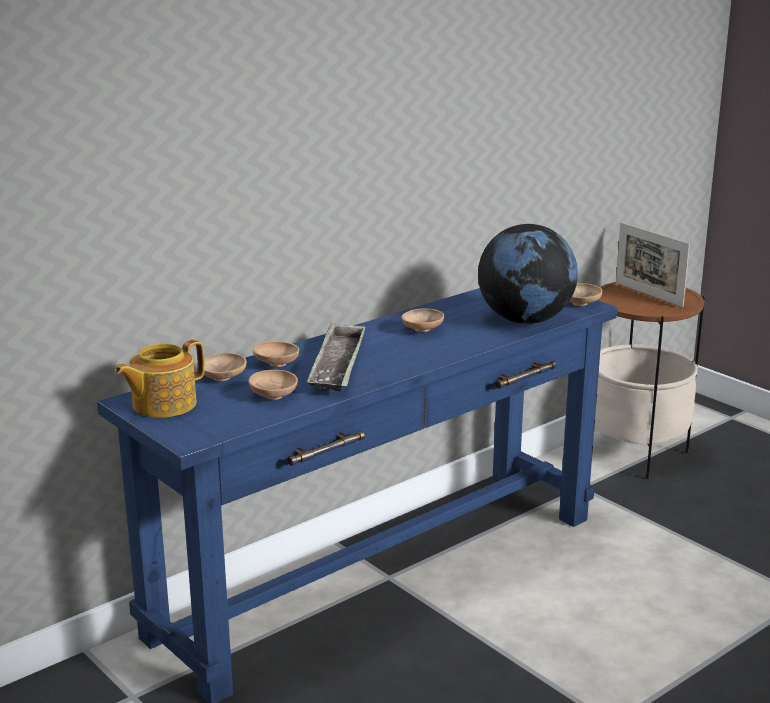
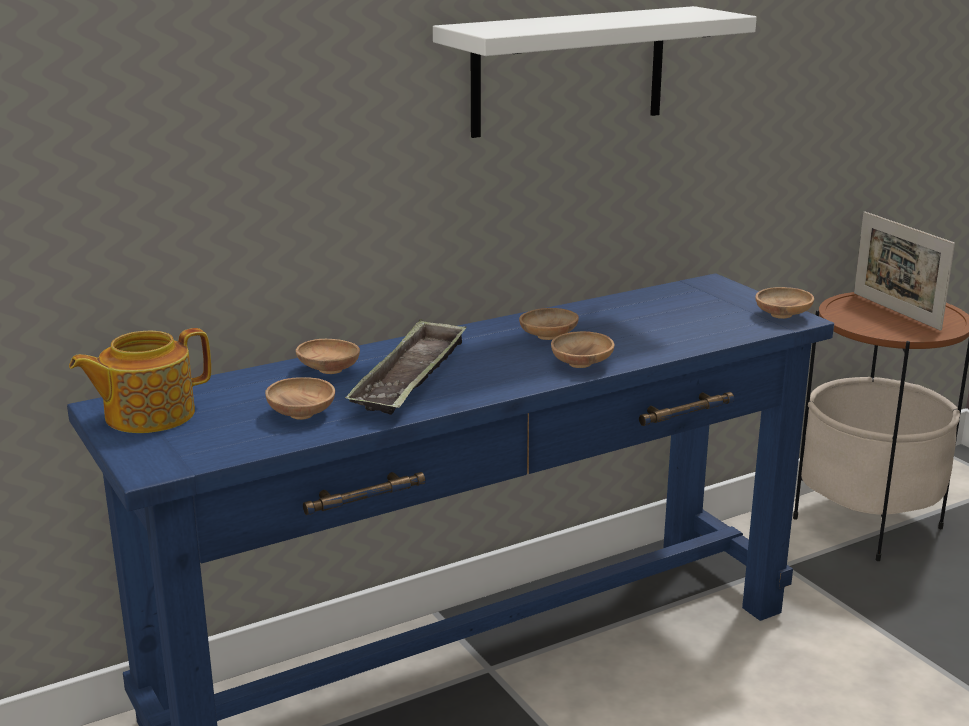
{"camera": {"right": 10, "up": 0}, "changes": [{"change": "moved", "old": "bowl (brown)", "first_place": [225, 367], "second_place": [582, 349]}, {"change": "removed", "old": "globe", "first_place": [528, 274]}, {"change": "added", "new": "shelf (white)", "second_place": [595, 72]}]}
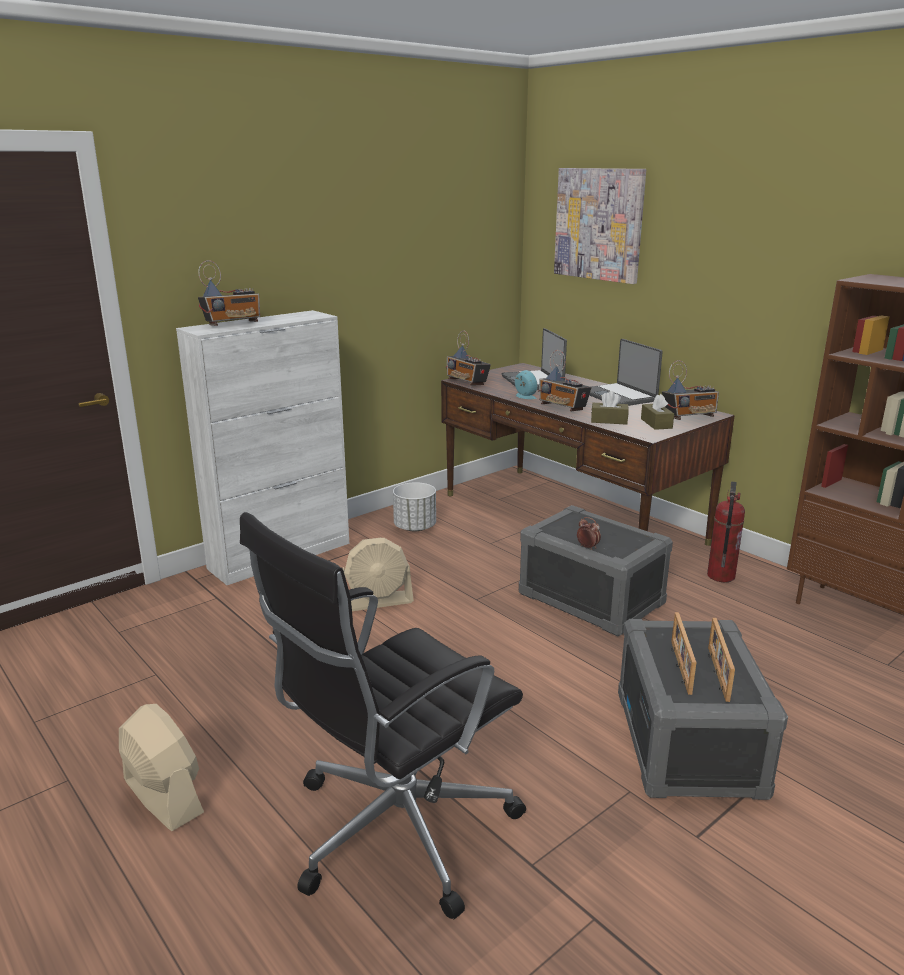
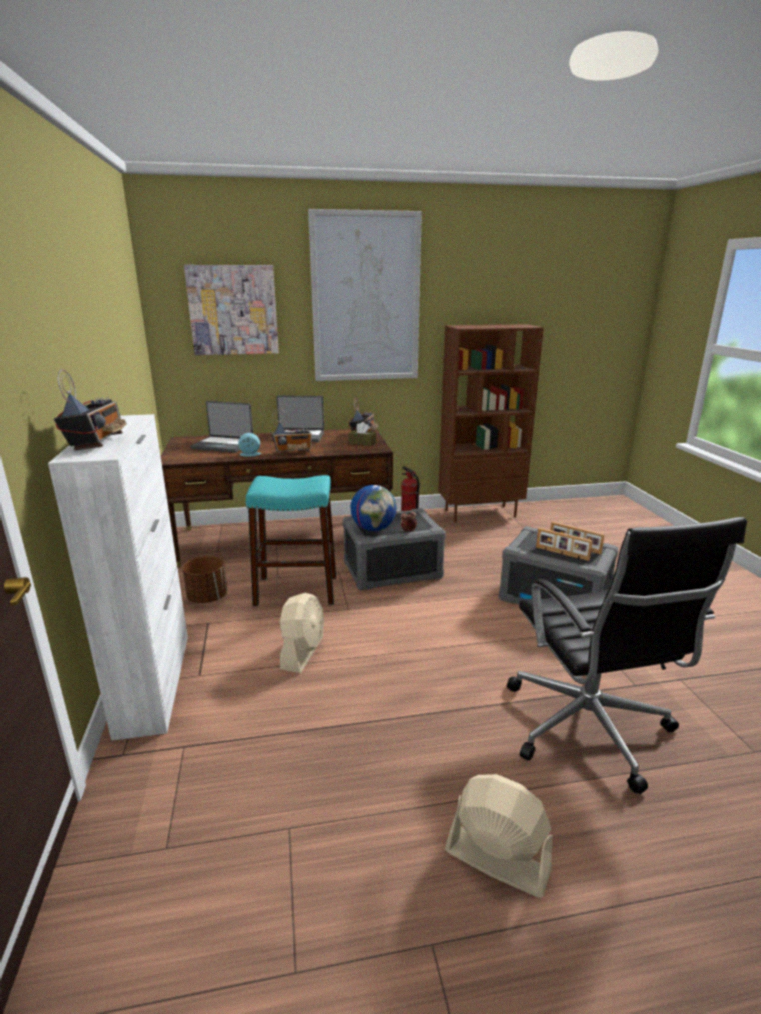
{"camera": {"right": -60, "up": 0}, "changes": [{"change": "turned", "old": "fan (beige)", "first_place": [161, 767], "second_place": [498, 836], "degrees": 45}, {"change": "recoloured", "old": "planter (white)", "new": "planter (brown)", "first_place": [414, 507], "second_place": [204, 579]}, {"change": "removed", "old": "radio", "first_place": [468, 358]}, {"change": "removed", "old": "tissue box (brown)", "first_place": [610, 408]}, {"change": "added", "new": "stool (turquoise)", "second_place": [291, 540]}, {"change": "added", "new": "picture", "second_place": [365, 295]}, {"change": "added", "new": "globe", "second_place": [373, 508]}]}
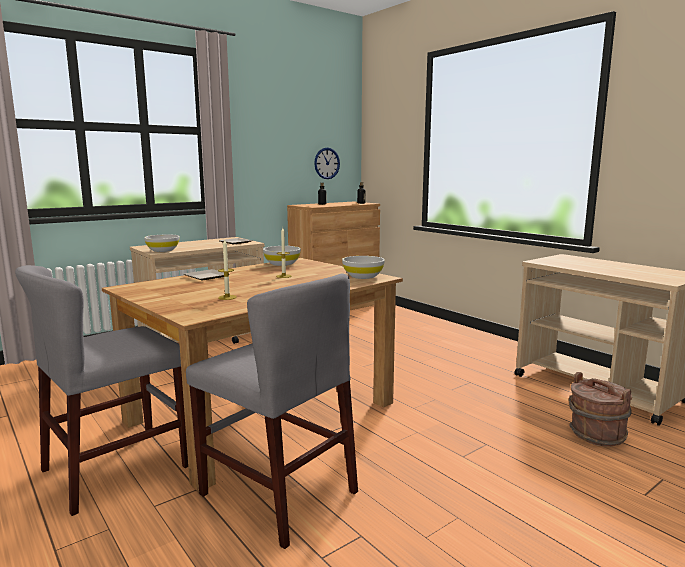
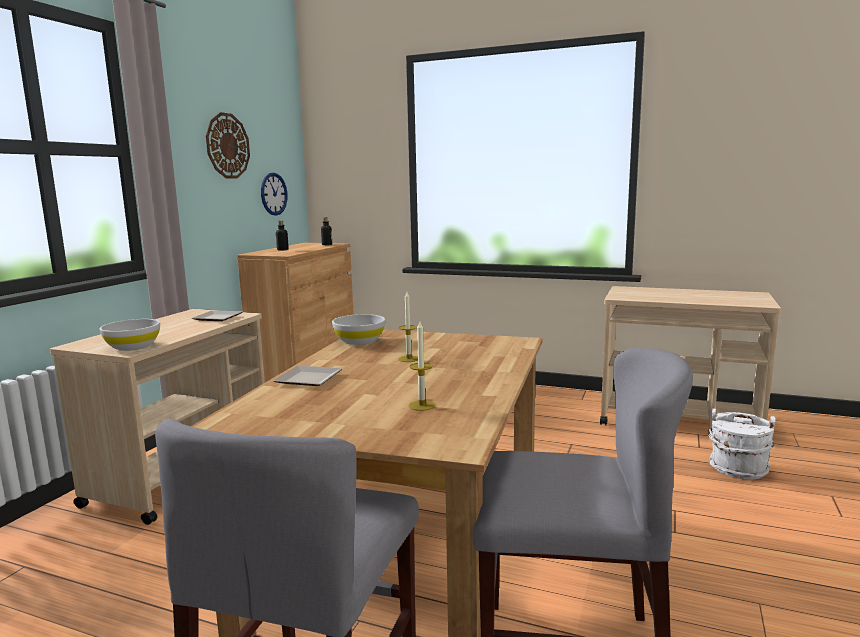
{"camera": {"right": -30, "up": 0}, "changes": [{"change": "removed", "old": "bowl (white)", "first_place": [363, 267]}, {"change": "recoloured", "old": "bucket (brown)", "new": "bucket (white)", "first_place": [600, 409], "second_place": [741, 444]}, {"change": "added", "new": "wall clock", "second_place": [228, 145]}]}
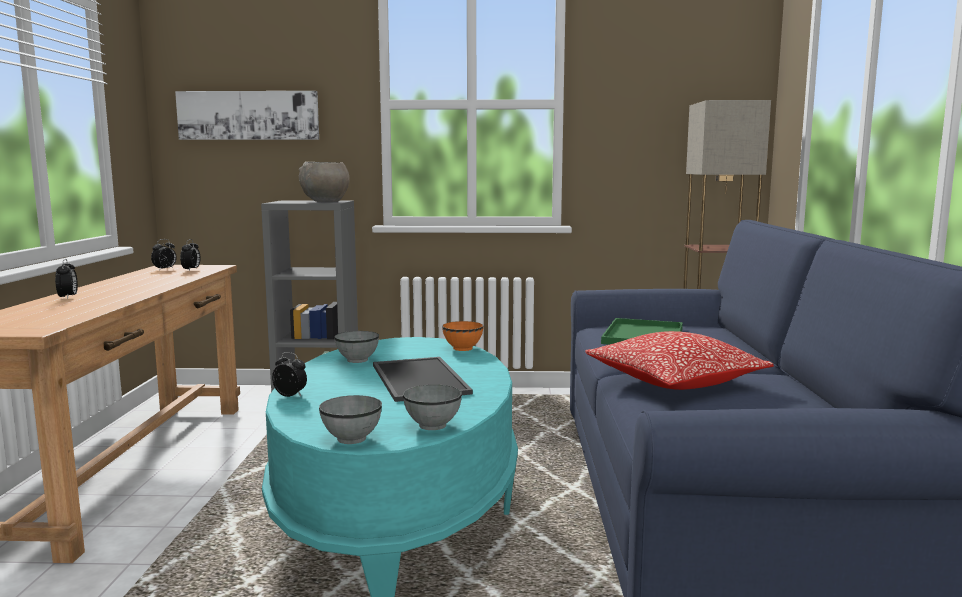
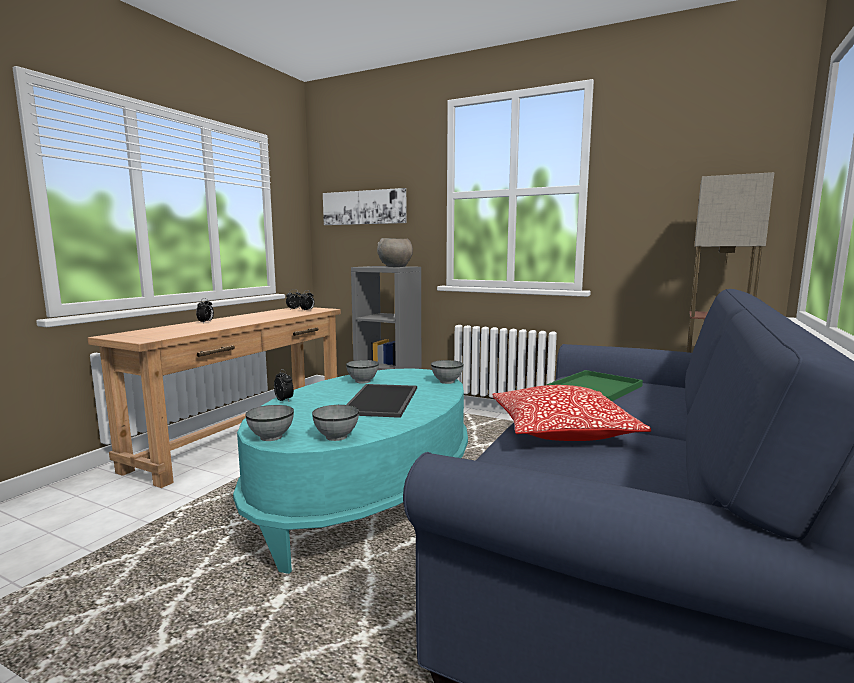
{"camera": {"right": 25, "up": 0}, "changes": [{"change": "recoloured", "old": "bowl (orange)", "new": "bowl (grey)", "first_place": [463, 336], "second_place": [447, 372]}]}
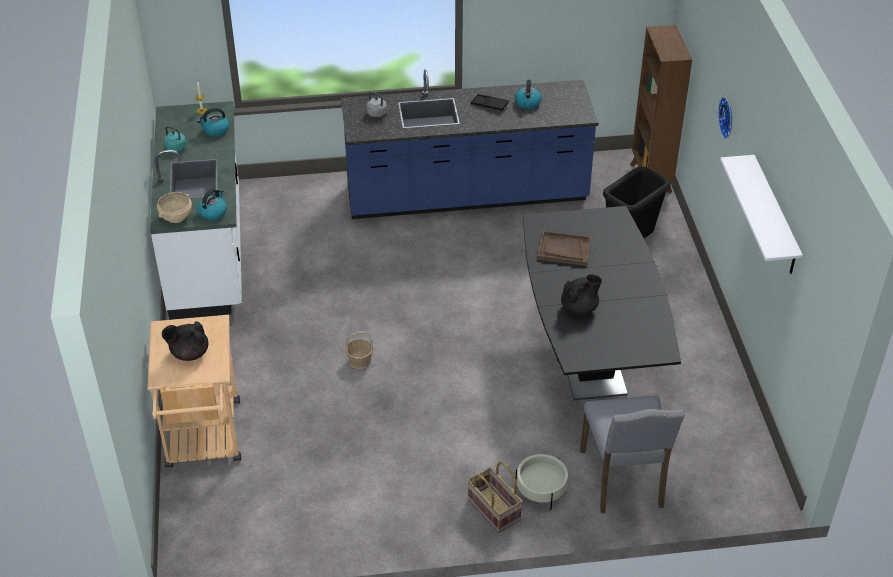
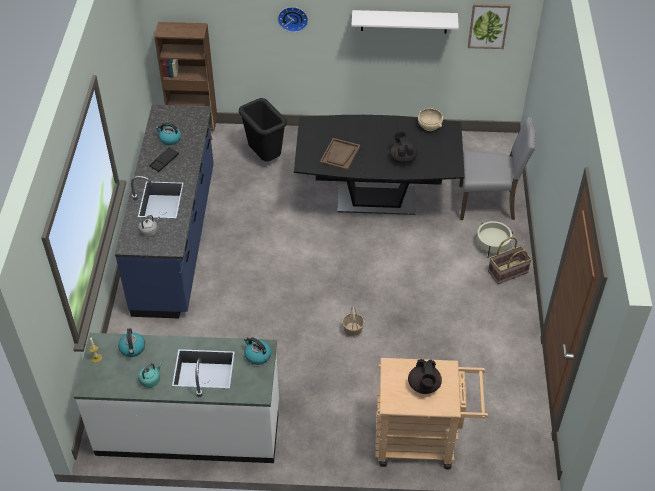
{"camera": {"right": -80, "up": 5}, "changes": [{"change": "moved", "old": "bowl (beige)", "first_place": [174, 207], "second_place": [430, 119]}, {"change": "added", "new": "picture", "second_place": [489, 26]}]}
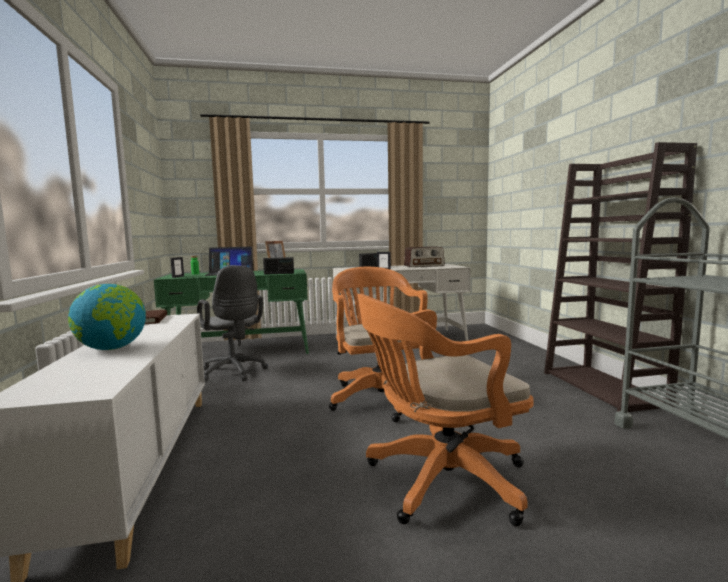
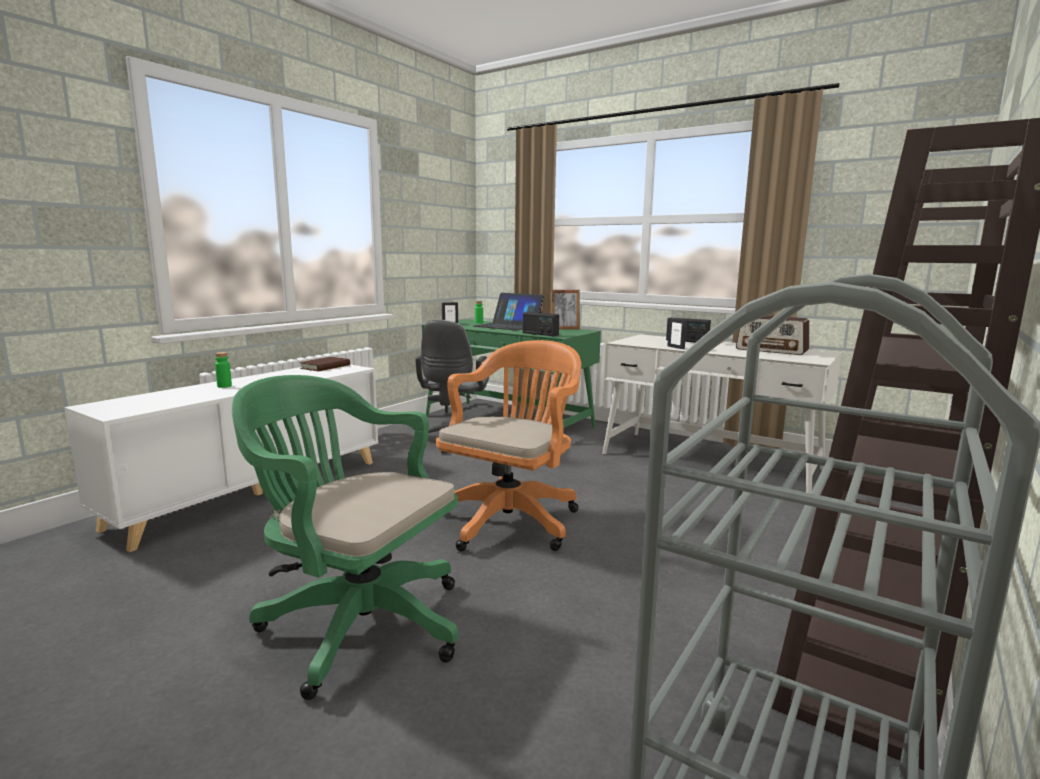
{"camera": {"right": 45, "up": 5}, "changes": [{"change": "replaced", "old": "globe", "new": "bottle (green)", "first_place": [107, 317], "second_place": [223, 370]}, {"change": "recoloured", "old": "office chair (orange)", "new": "office chair (green)", "first_place": [445, 410], "second_place": [345, 537]}]}
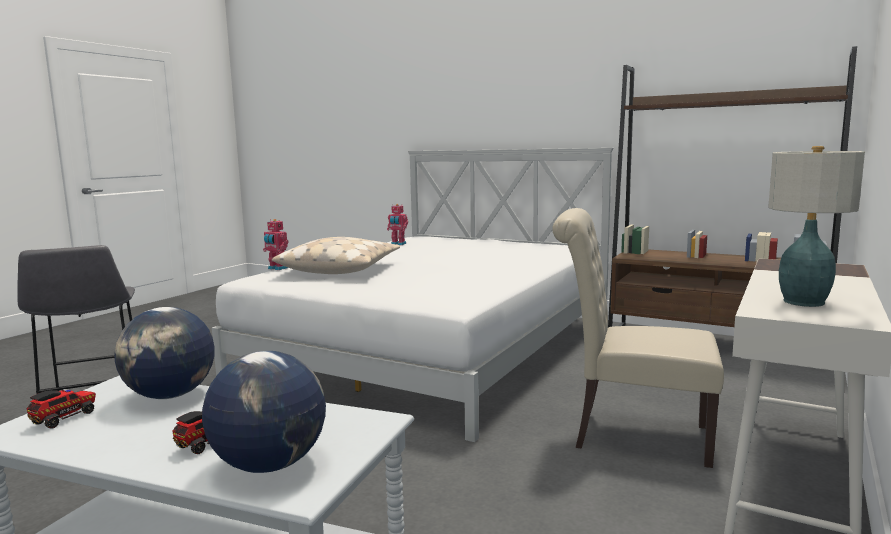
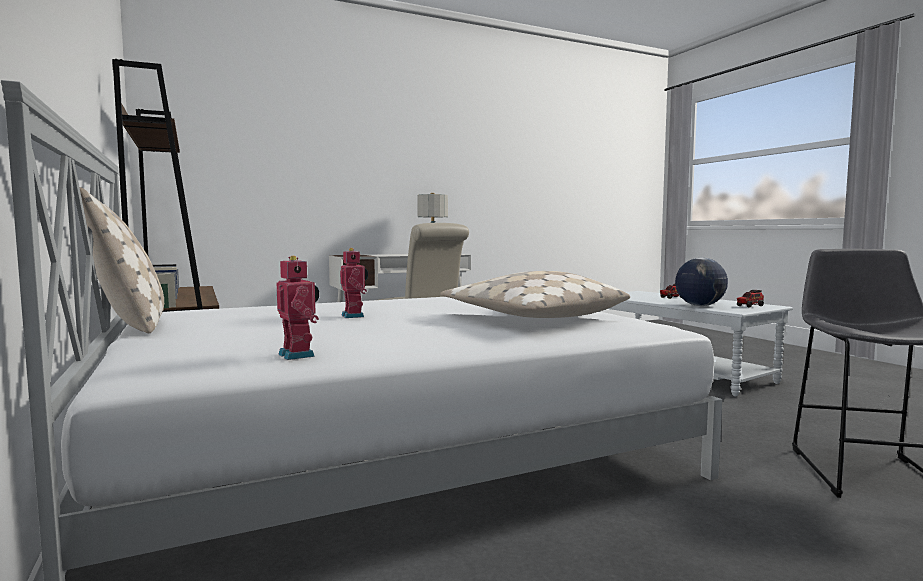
{"camera": {"right": -145, "up": -5}, "changes": [{"change": "removed", "old": "globe", "first_place": [264, 412]}, {"change": "moved", "old": "toy robot", "first_place": [275, 244], "second_place": [354, 283]}, {"change": "added", "new": "pillow (beige)", "second_place": [122, 260]}]}
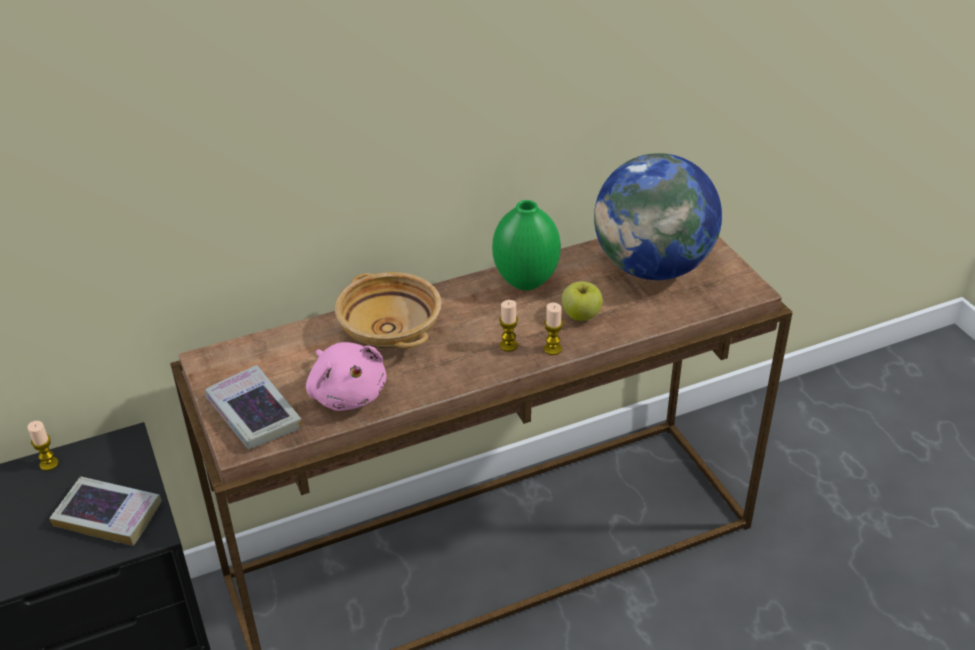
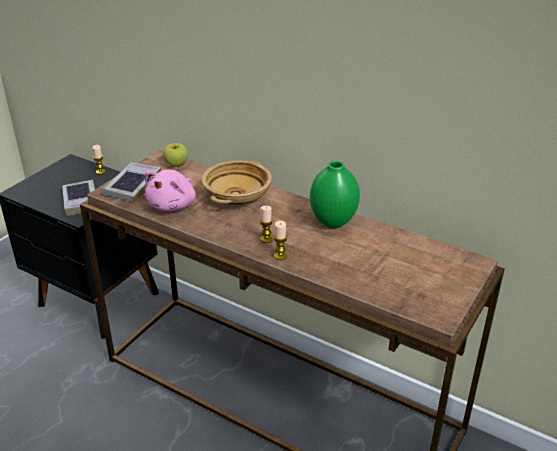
{"camera": {"right": 55, "up": -5}, "changes": [{"change": "moved", "old": "apple", "first_place": [582, 301], "second_place": [175, 155]}, {"change": "removed", "old": "globe", "first_place": [658, 216]}]}
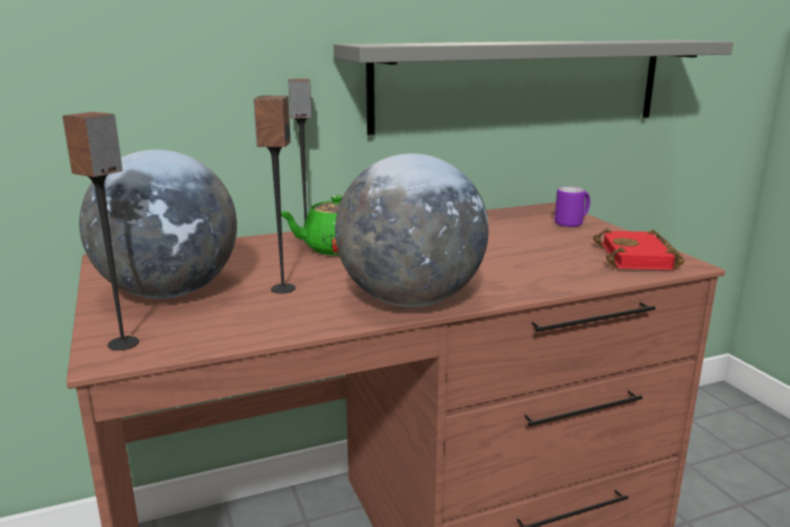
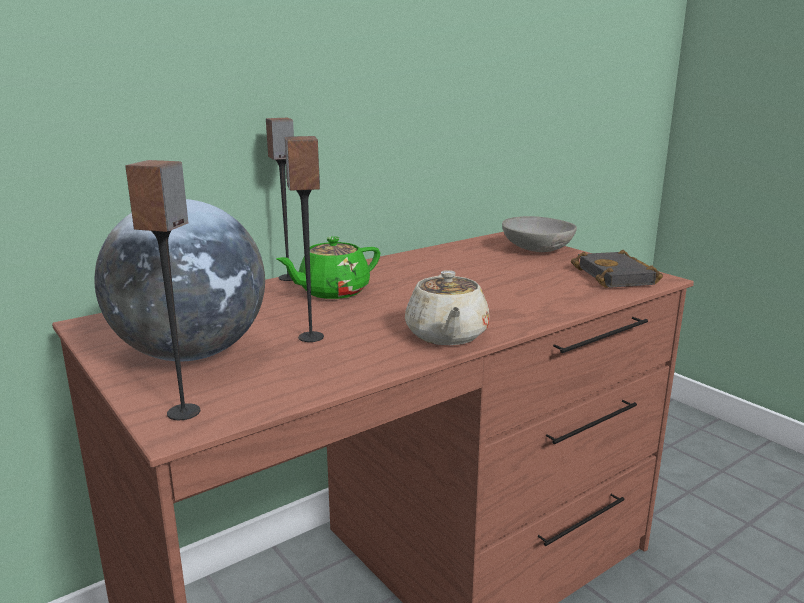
{"camera": {"right": -15, "up": 0}, "changes": [{"change": "removed", "old": "shelf (grey)", "first_place": [533, 87]}, {"change": "replaced", "old": "globe", "new": "teapot (beige)", "first_place": [411, 230], "second_place": [447, 307]}, {"change": "replaced", "old": "mug (purple)", "new": "bowl (grey)", "first_place": [572, 207], "second_place": [539, 234]}, {"change": "recoloured", "old": "book (red)", "new": "book (black)", "first_place": [639, 249], "second_place": [617, 269]}]}
